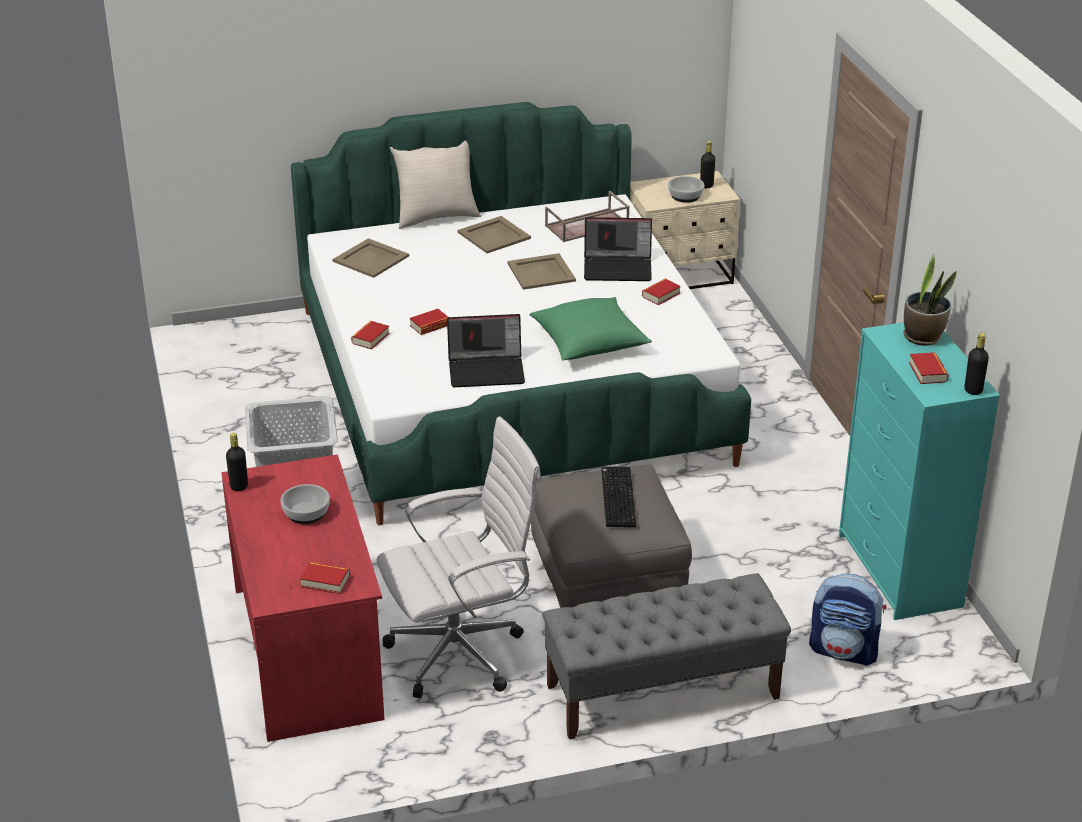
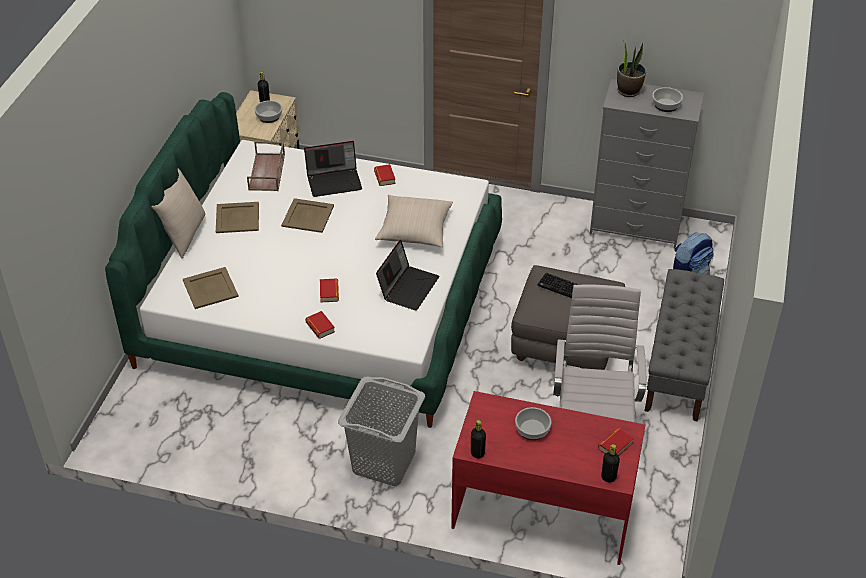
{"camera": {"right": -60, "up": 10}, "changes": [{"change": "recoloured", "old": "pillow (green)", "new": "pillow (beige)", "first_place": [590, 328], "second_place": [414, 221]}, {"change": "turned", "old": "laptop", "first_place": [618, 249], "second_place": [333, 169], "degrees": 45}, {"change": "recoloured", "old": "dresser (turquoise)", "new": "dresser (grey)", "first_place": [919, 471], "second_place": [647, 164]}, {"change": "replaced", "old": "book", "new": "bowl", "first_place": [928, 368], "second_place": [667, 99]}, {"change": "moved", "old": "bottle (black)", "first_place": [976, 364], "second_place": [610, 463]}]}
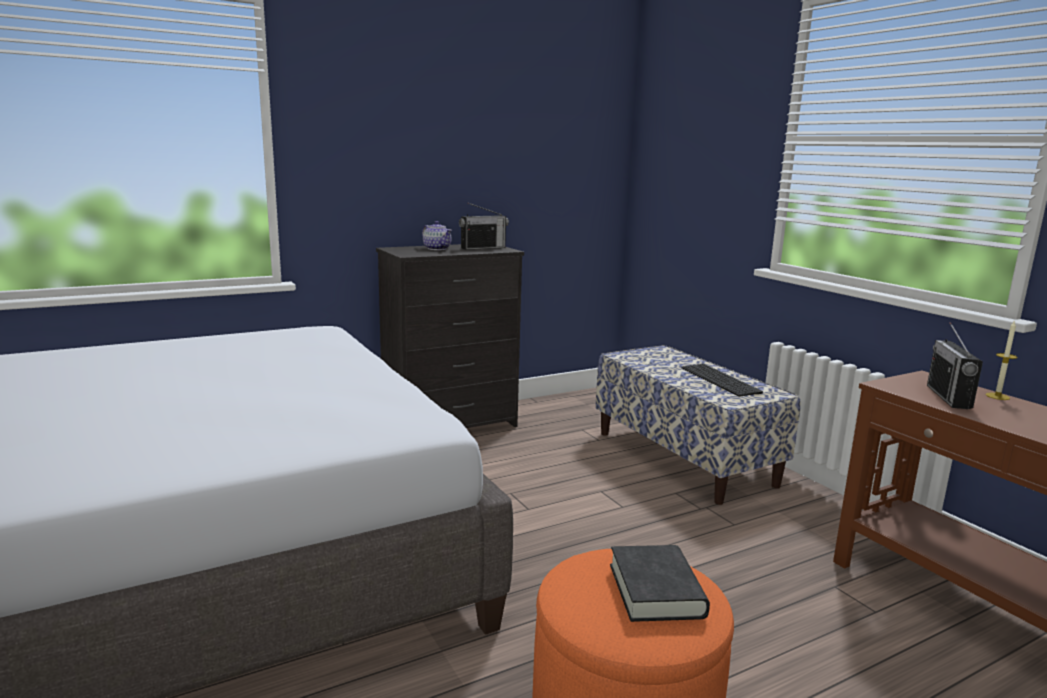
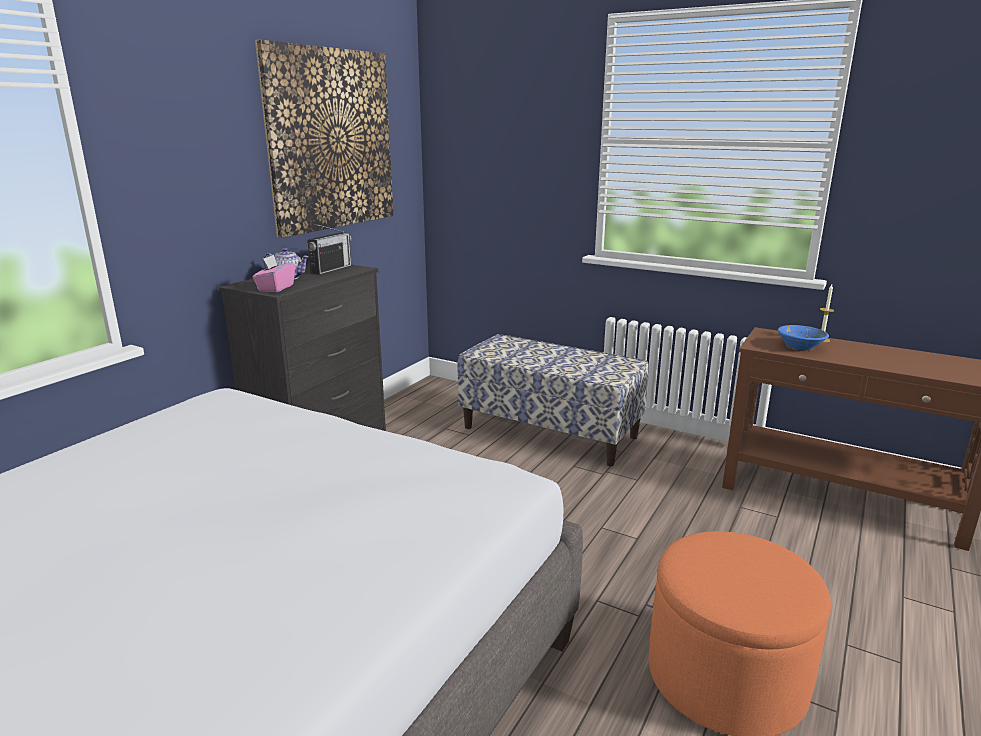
{"camera": {"right": -30, "up": 5}, "changes": [{"change": "removed", "old": "book (black)", "first_place": [660, 583]}, {"change": "removed", "old": "keyboard", "first_place": [722, 380]}, {"change": "replaced", "old": "radio", "new": "bowl (blue)", "first_place": [955, 365], "second_place": [803, 338]}, {"change": "added", "new": "tissue box (pink)", "second_place": [273, 273]}, {"change": "added", "new": "picture", "second_place": [324, 139]}]}
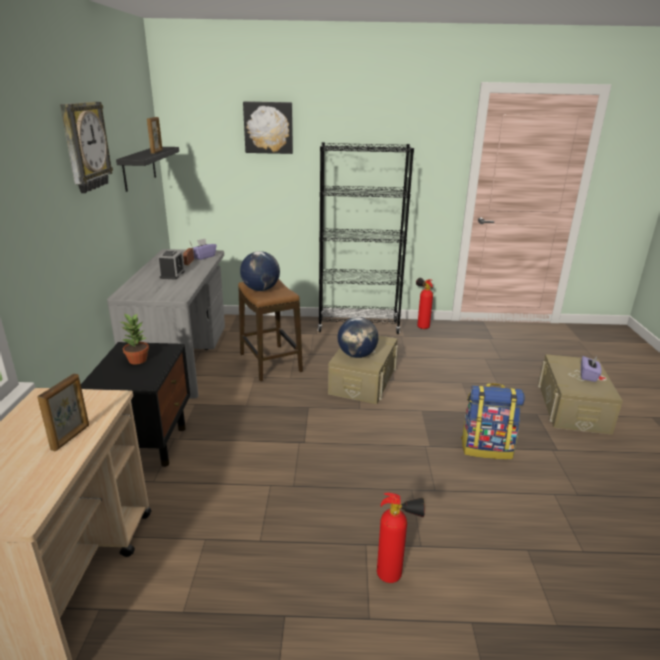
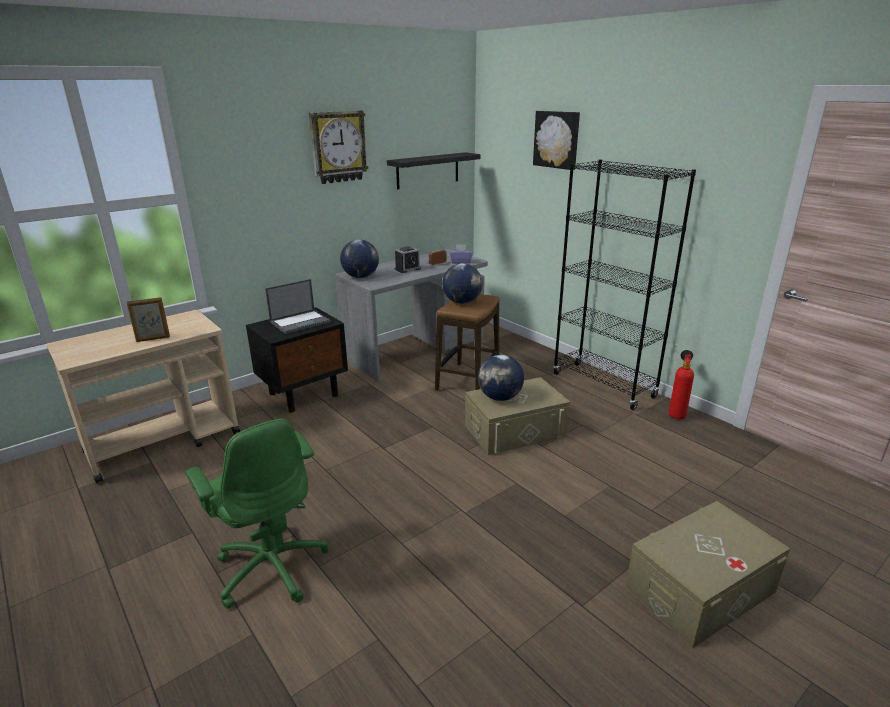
{"camera": {"right": 50, "up": 0}, "changes": [{"change": "replaced", "old": "potted plant", "new": "laptop", "first_place": [134, 339], "second_place": [298, 306]}, {"change": "removed", "old": "picture frame", "first_place": [155, 135]}, {"change": "replaced", "old": "fire extinguisher", "new": "office chair (green)", "first_place": [401, 537], "second_place": [257, 514]}, {"change": "removed", "old": "backpack", "first_place": [493, 421]}, {"change": "removed", "old": "tissue box (purple)", "first_place": [591, 369]}, {"change": "added", "new": "globe", "second_place": [359, 258]}]}
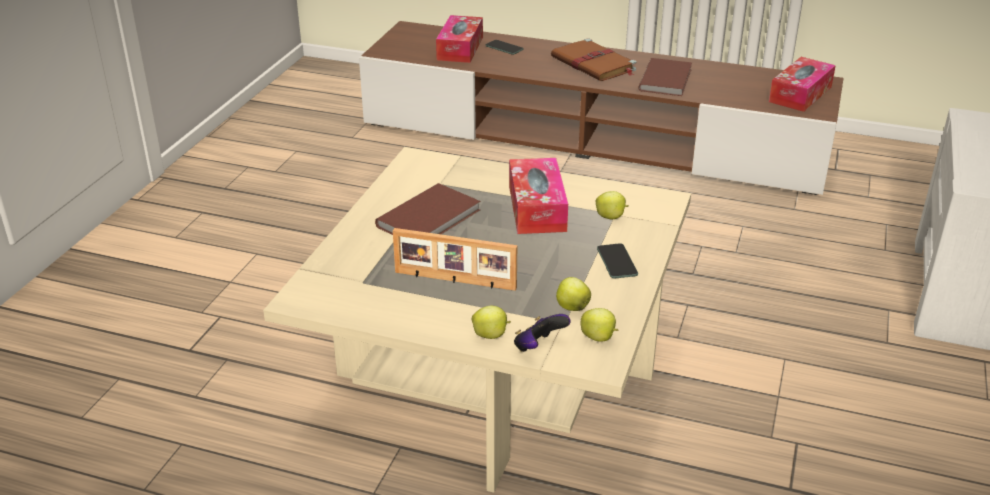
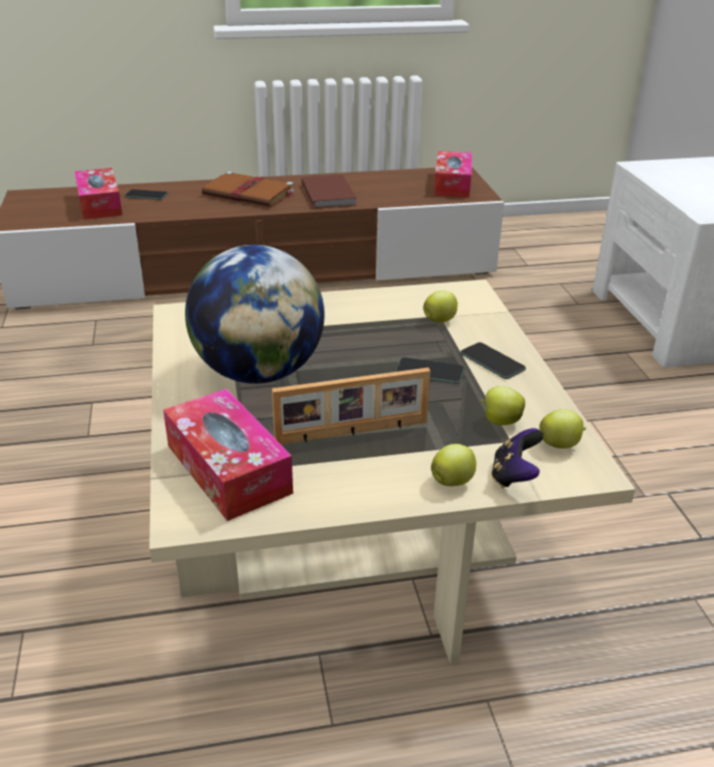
{"camera": {"right": -30, "up": 0}, "changes": [{"change": "replaced", "old": "book (brown)", "new": "globe", "first_place": [427, 209], "second_place": [255, 314]}, {"change": "moved", "old": "tissue box", "first_place": [538, 196], "second_place": [228, 455]}, {"change": "added", "new": "phone", "second_place": [430, 370]}]}
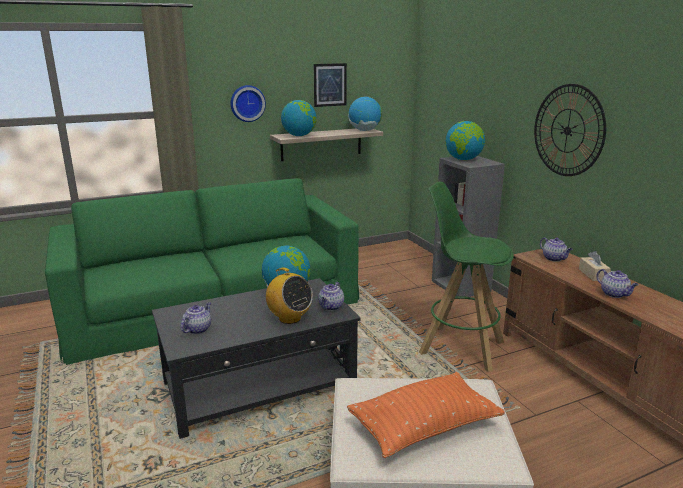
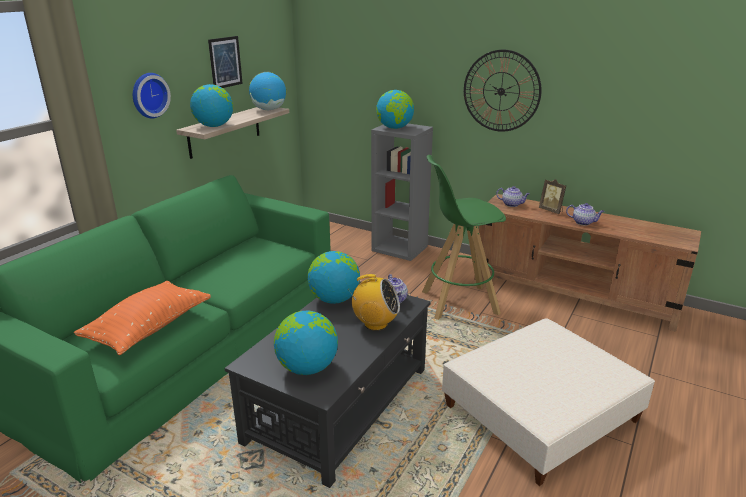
{"camera": {"right": -35, "up": 5}, "changes": [{"change": "replaced", "old": "teapot", "new": "globe", "first_place": [195, 318], "second_place": [306, 343]}, {"change": "moved", "old": "pillow (orange)", "first_place": [426, 415], "second_place": [142, 318]}, {"change": "replaced", "old": "tissue box (beige)", "new": "picture frame", "first_place": [595, 266], "second_place": [552, 196]}]}
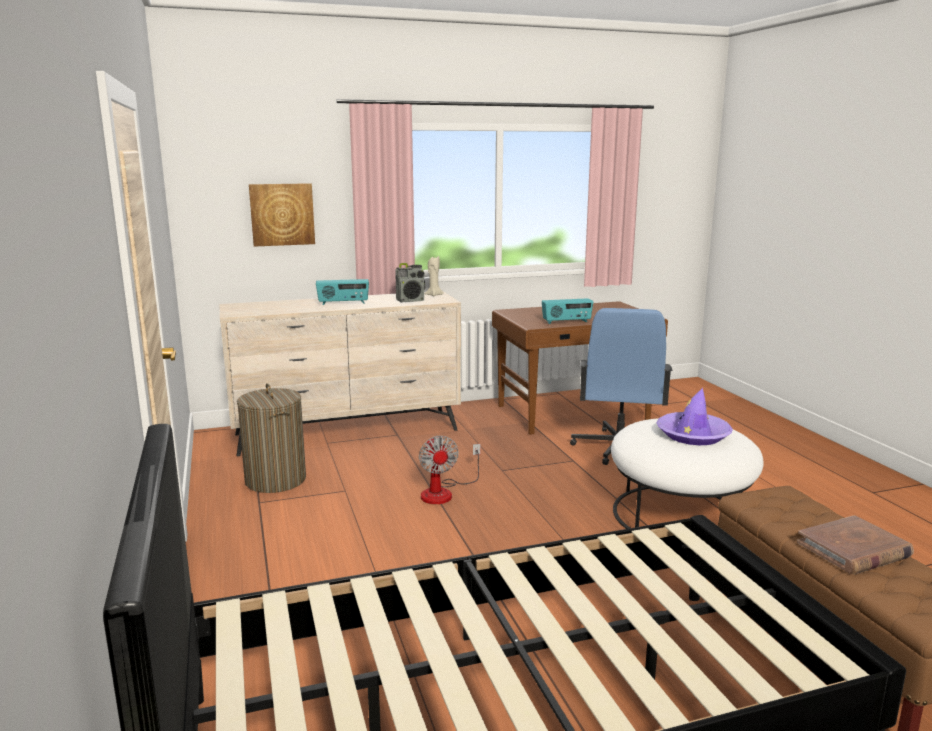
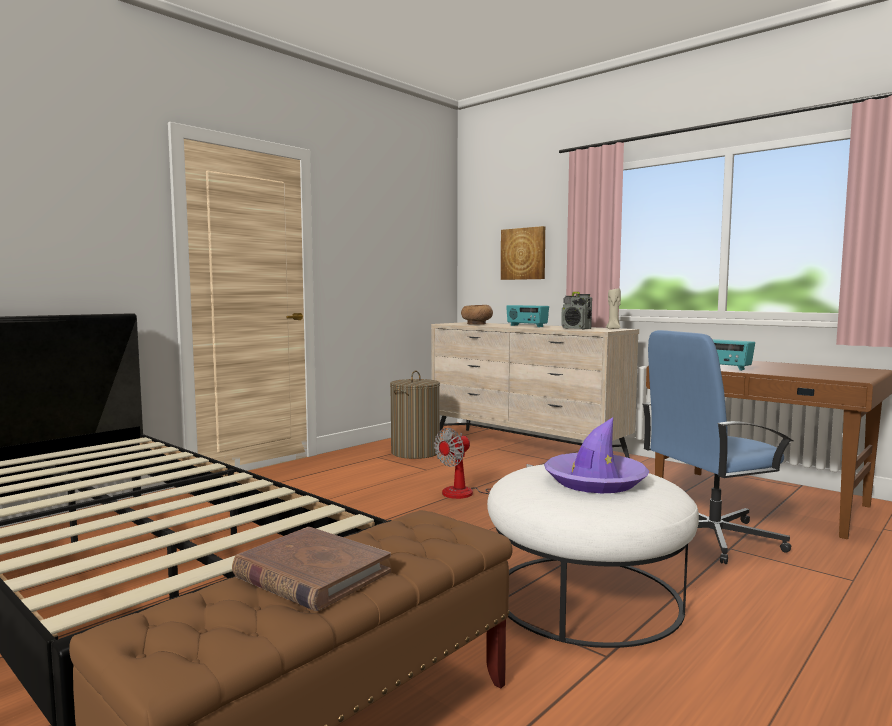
{"camera": {"right": 60, "up": -10}, "changes": [{"change": "added", "new": "bowl (brown)", "second_place": [477, 315]}]}
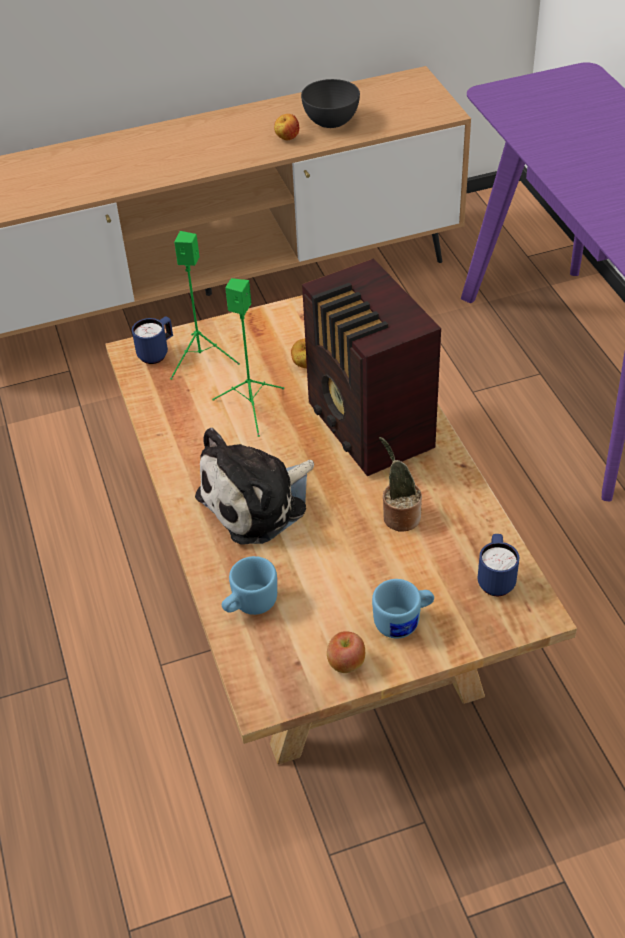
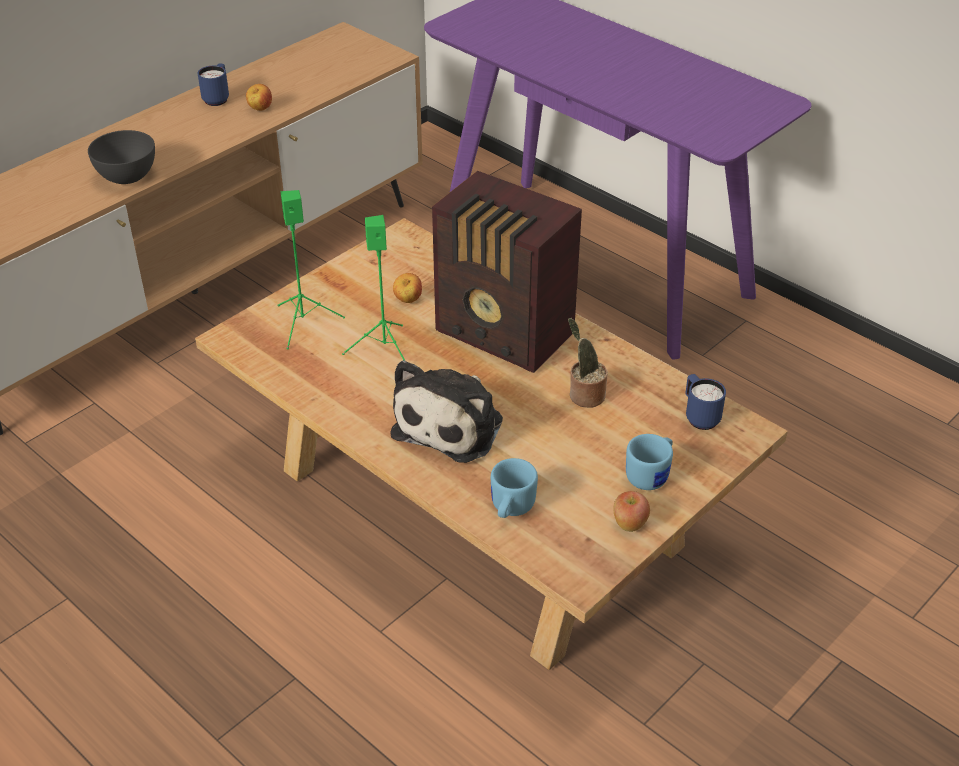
{"camera": {"right": -30, "up": -5}, "changes": [{"change": "moved", "old": "mug (blue)", "first_place": [152, 340], "second_place": [213, 85]}, {"change": "moved", "old": "bowl (grey)", "first_place": [330, 103], "second_place": [121, 157]}]}
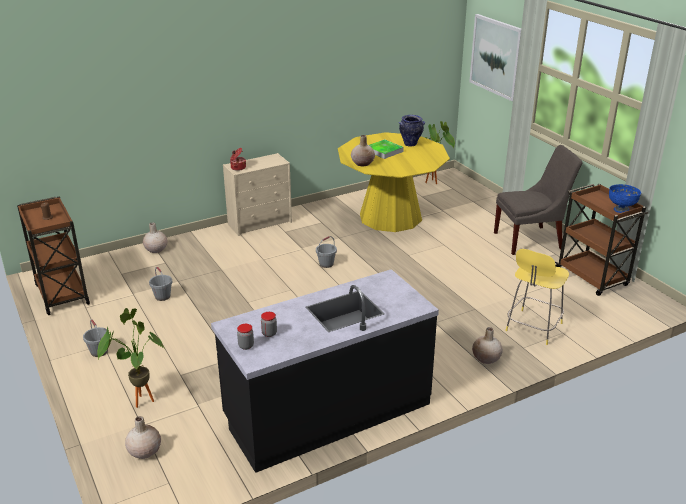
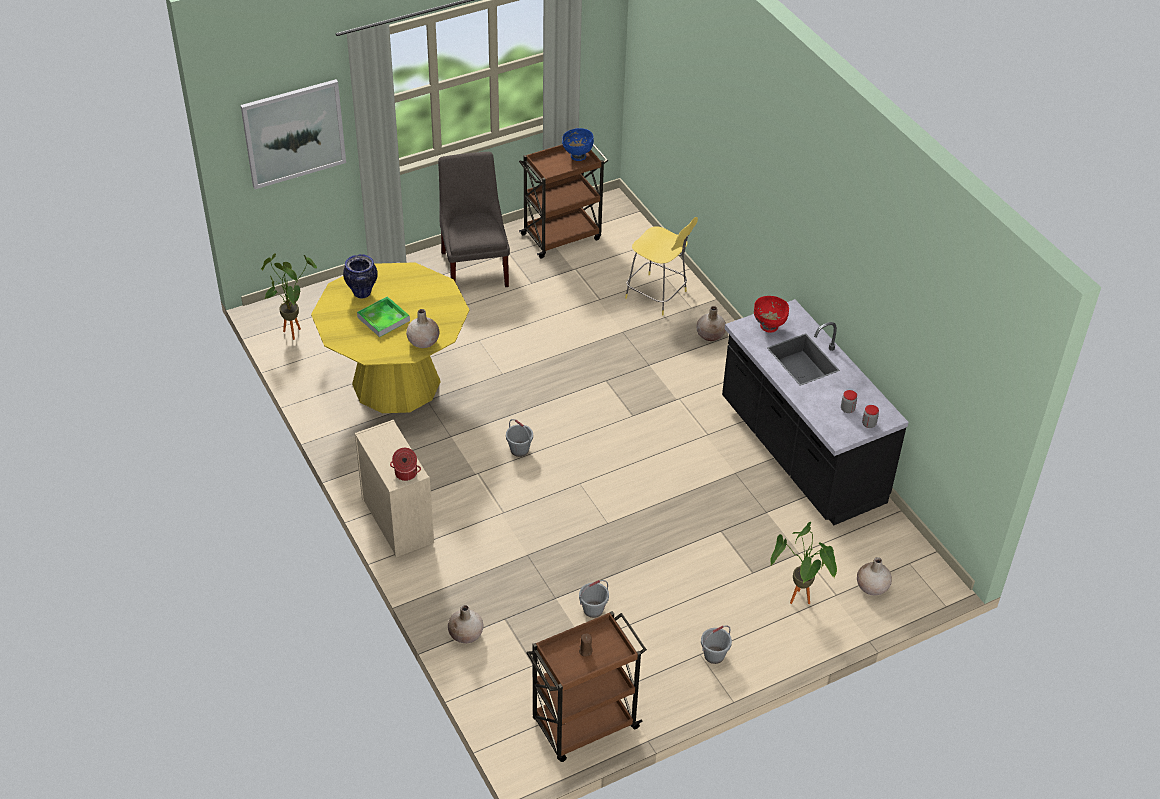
{"camera": {"right": -90, "up": 15}, "changes": [{"change": "added", "new": "bowl (red)", "second_place": [771, 314]}]}
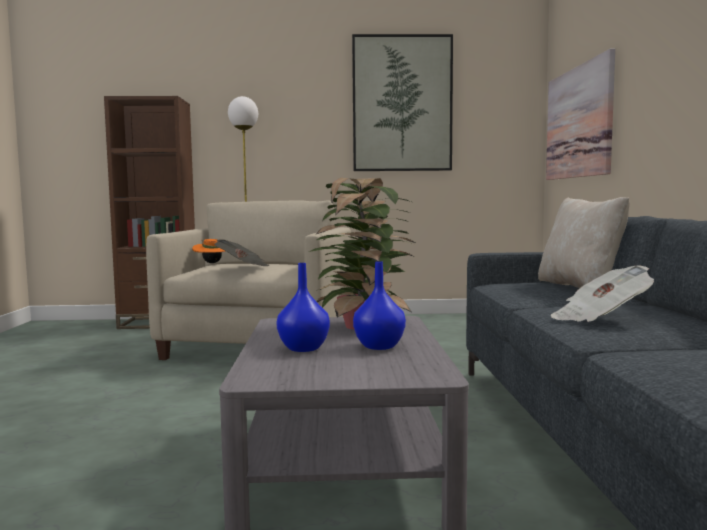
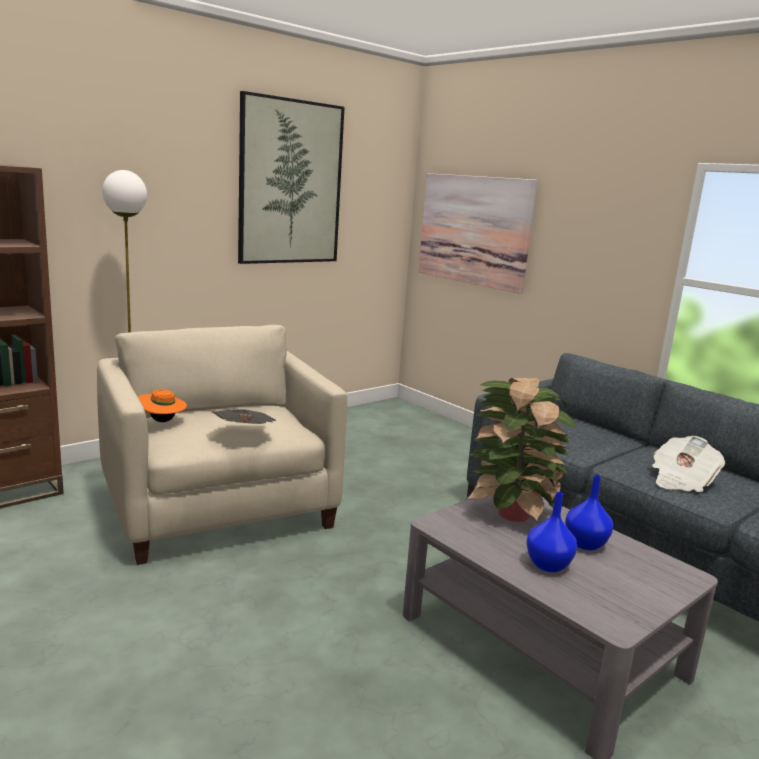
{"camera": {"right": -40, "up": 10}, "changes": [{"change": "removed", "old": "pillow (beige)", "first_place": [584, 242]}]}
